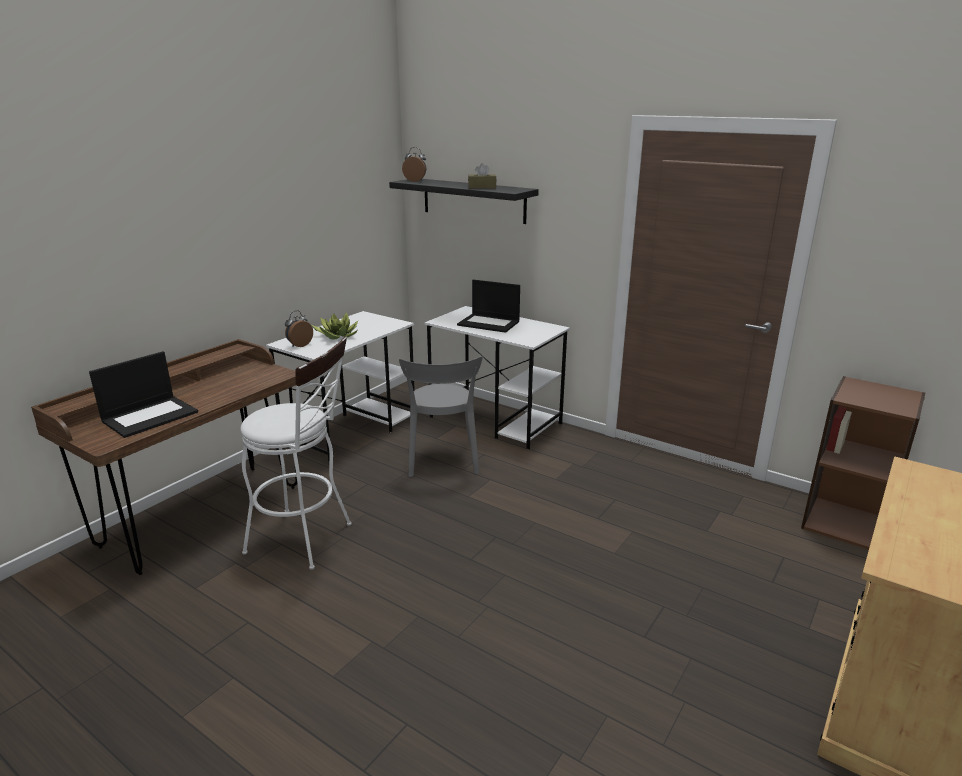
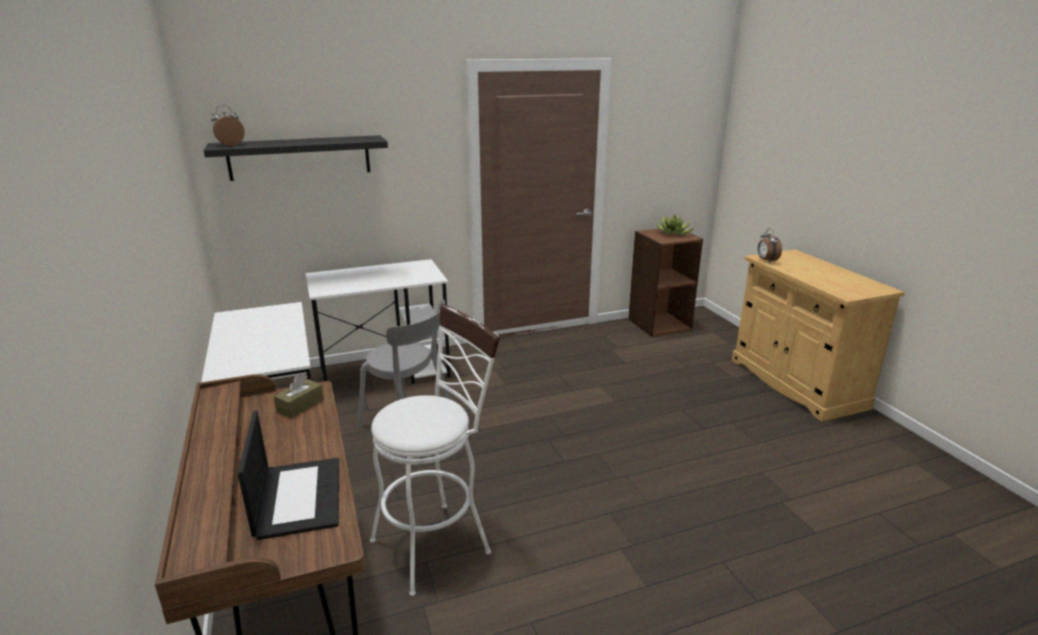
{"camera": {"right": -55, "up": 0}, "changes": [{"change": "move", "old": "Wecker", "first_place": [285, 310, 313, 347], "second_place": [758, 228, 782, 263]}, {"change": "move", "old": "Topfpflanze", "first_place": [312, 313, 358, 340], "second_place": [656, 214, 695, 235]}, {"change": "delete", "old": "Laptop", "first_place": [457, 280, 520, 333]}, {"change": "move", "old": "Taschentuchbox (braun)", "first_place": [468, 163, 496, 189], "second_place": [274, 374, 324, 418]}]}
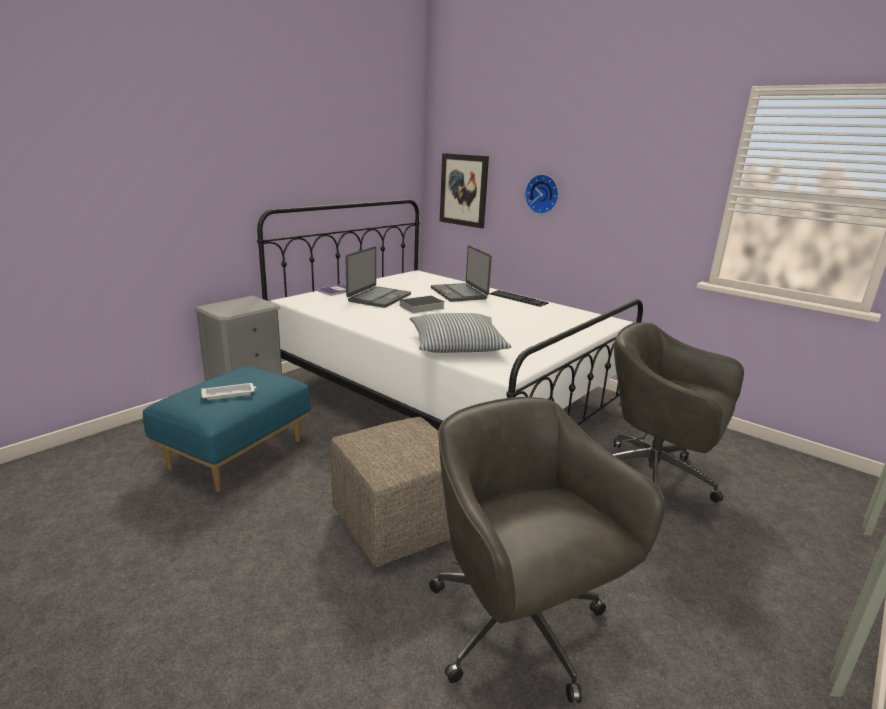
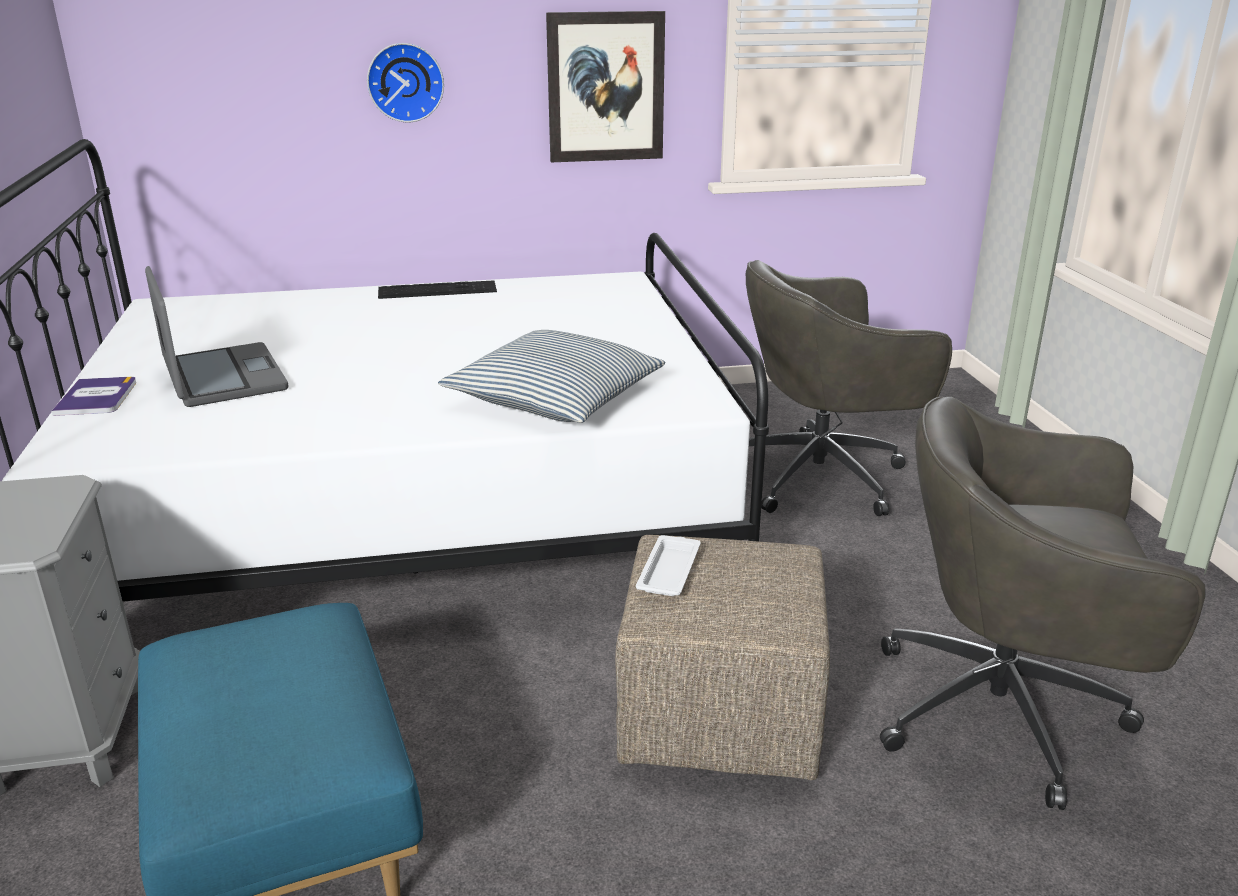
{"camera": {"right": -50, "up": 5}, "changes": [{"change": "move", "old": "Tablett (weiß)", "first_place": [201, 383, 256, 400], "second_place": [636, 535, 701, 596]}, {"change": "delete", "old": "Buch", "first_place": [396, 296, 445, 313]}, {"change": "delete", "old": "Laptop", "first_place": [431, 245, 492, 302]}, {"change": "move", "old": "Bild", "first_place": [440, 153, 489, 228], "second_place": [546, 11, 665, 162]}]}
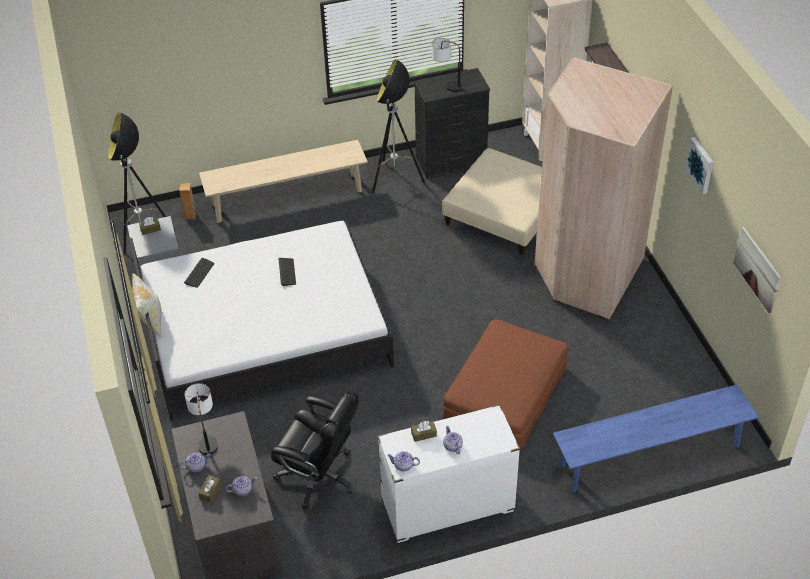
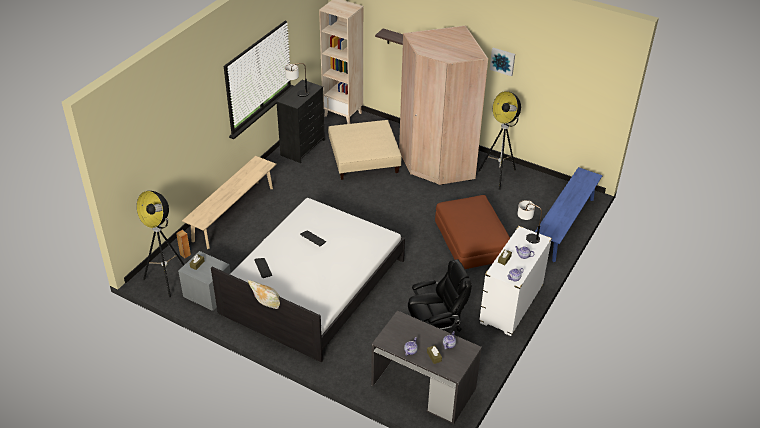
{"camera": {"right": -45, "up": -5}, "changes": [{"change": "move", "old": "Tischlampe", "first_place": [184, 383, 218, 455], "second_place": [517, 200, 542, 244]}, {"change": "move", "old": "Stehlampe", "first_place": [372, 59, 425, 193], "second_place": [478, 91, 521, 190]}, {"change": "delete", "old": "Bild", "first_place": [733, 227, 781, 313]}]}
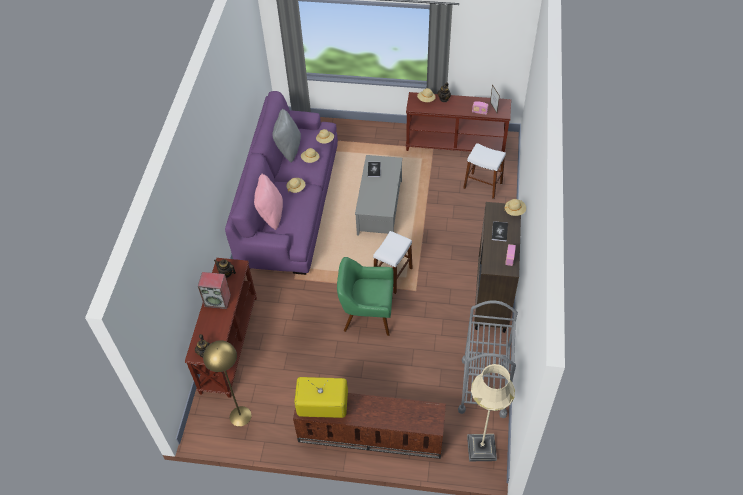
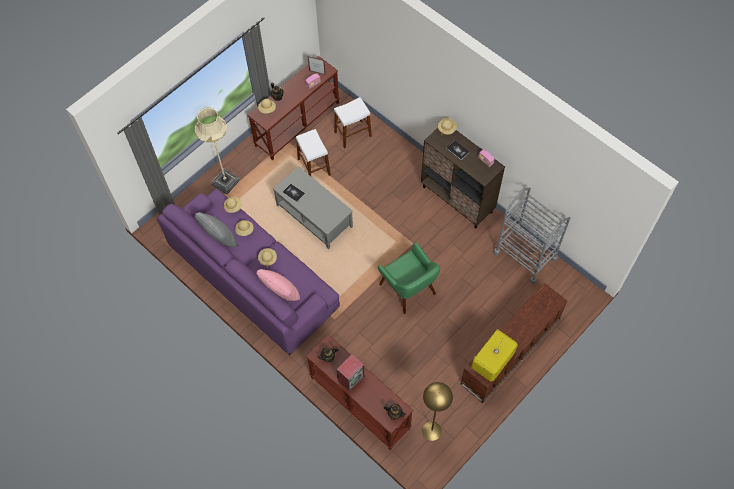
{"camera": {"right": -55, "up": 10}, "changes": [{"change": "rotate", "old": "Sessel (grün)", "first_place": [337, 257, 394, 336], "second_place": [378, 242, 440, 314], "degrees": -75}, {"change": "move", "old": "Hocker (weiß)", "first_place": [373, 231, 413, 294], "second_place": [296, 129, 331, 176]}, {"change": "move", "old": "Stehlampe (beige)", "first_place": [467, 364, 515, 461], "second_place": [195, 108, 240, 194]}]}
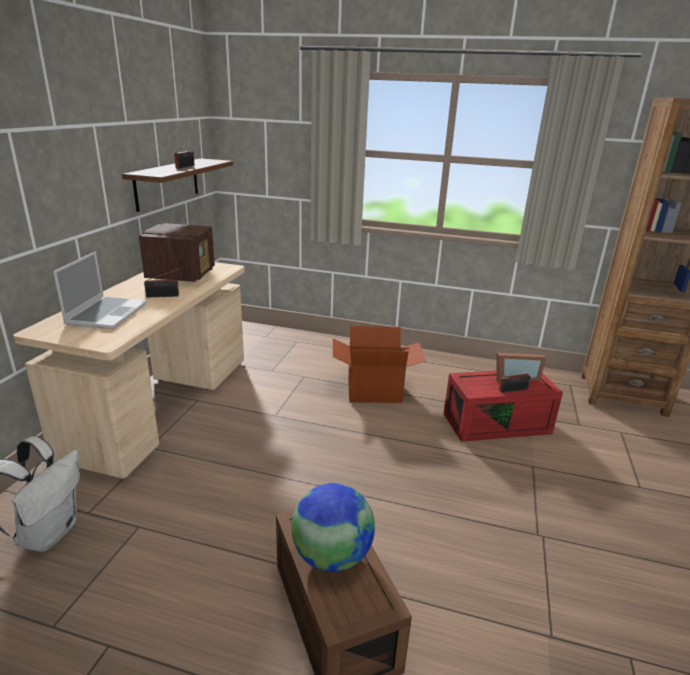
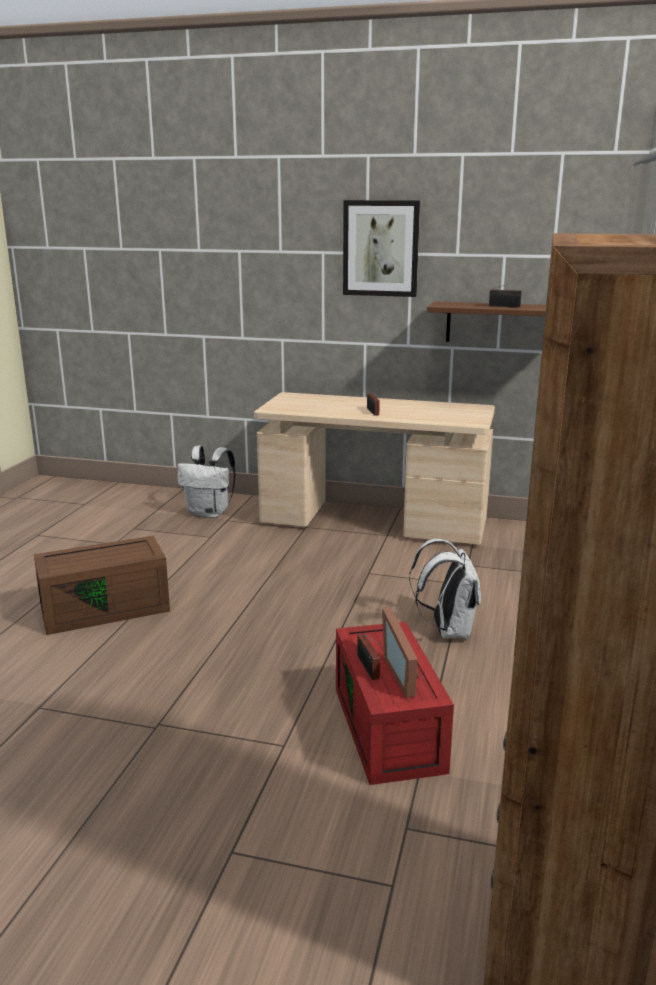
{"camera": {"right": 90, "up": -5}, "changes": [{"change": "delete", "old": "Laptop", "first_place": [53, 251, 147, 329]}, {"change": "delete", "old": "Radio", "first_place": [139, 223, 215, 282]}, {"change": "delete", "old": "Globus", "first_place": [291, 483, 375, 572]}, {"change": "replace", "old": "Karton", "new": "Rucksack (weiß)", "first_place": [333, 326, 426, 403], "second_place": [409, 539, 481, 639]}, {"change": "insert", "new": "Bild", "second_place": [343, 200, 420, 297]}]}
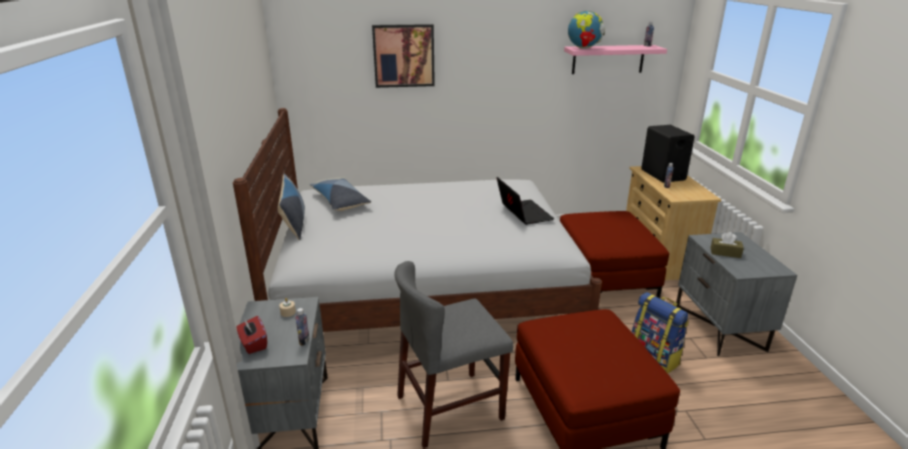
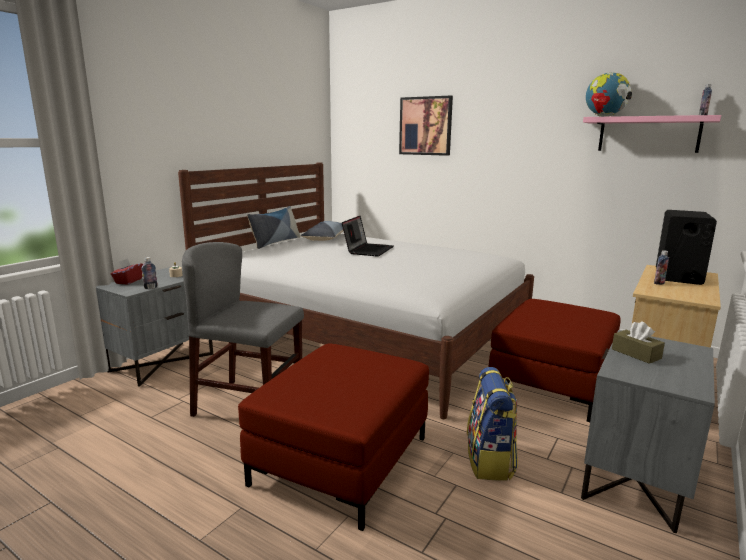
{"camera": {"right": 40, "up": -10}, "changes": [{"change": "move", "old": "Laptop", "first_place": [497, 177, 554, 225], "second_place": [342, 216, 394, 257]}]}
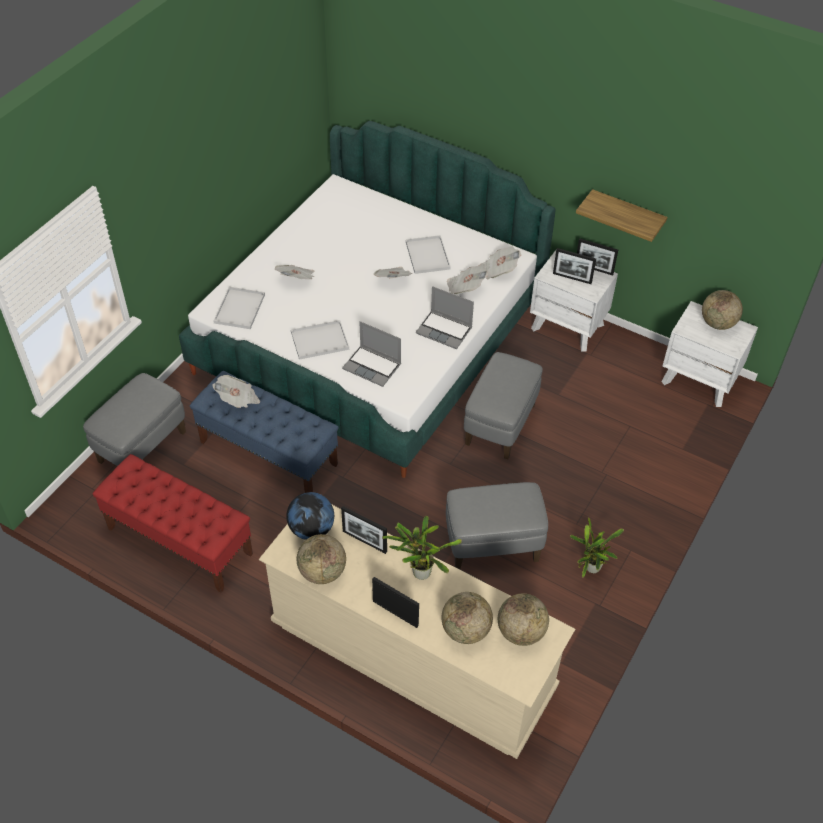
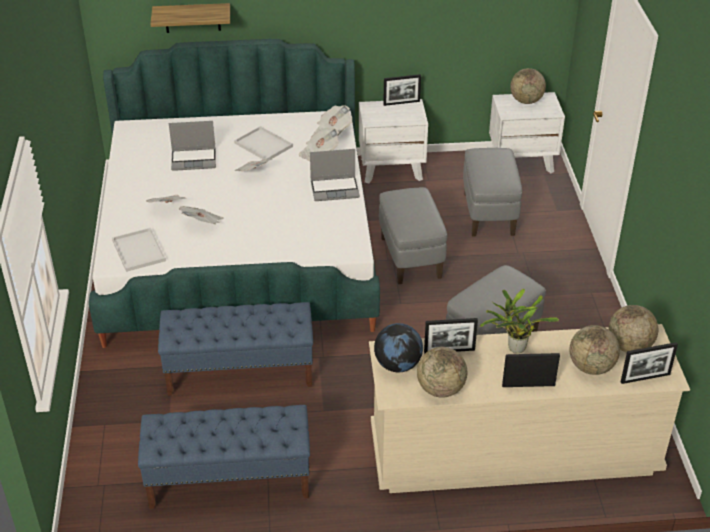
{"camera": {"right": -35, "up": -10}, "changes": [{"change": "move", "old": "Polsterhocker (grau)", "first_place": [83, 373, 186, 466], "second_place": [463, 148, 522, 236]}, {"change": "recolor", "old": "Bank (rot)", "new": "Bank (blau)", "first_place": [93, 454, 253, 593], "second_place": [138, 405, 310, 509]}, {"change": "move", "old": "Zeitung", "first_place": [212, 375, 260, 408], "second_place": [179, 206, 224, 224]}, {"change": "delete", "old": "Tablett (weiß)", "first_place": [291, 320, 349, 360]}, {"change": "move", "old": "Laptop", "first_place": [342, 321, 401, 387], "second_place": [169, 121, 216, 171]}, {"change": "move", "old": "Bilderrahmen", "first_place": [553, 248, 596, 284], "second_place": [621, 342, 678, 384]}, {"change": "delete", "old": "Topfpflanze", "first_place": [570, 517, 624, 578]}, {"change": "move", "old": "Wandregal", "first_place": [576, 189, 667, 242], "second_place": [150, 3, 230, 33]}]}
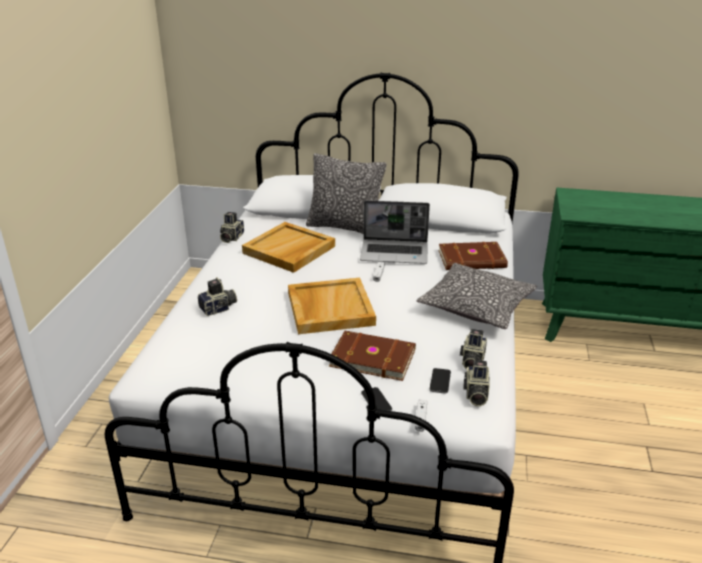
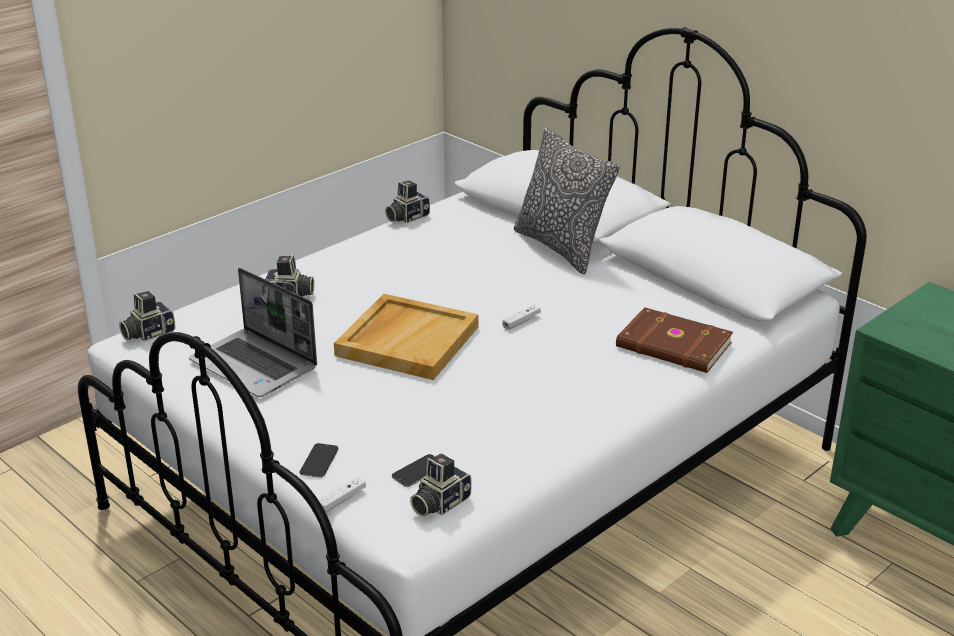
{"camera": {"right": 35, "up": 0}, "changes": [{"change": "delete", "old": "Tablett (beige)", "first_place": [242, 222, 335, 273]}, {"change": "delete", "old": "Buch (braun)", "first_place": [329, 331, 416, 381]}, {"change": "move", "old": "Laptop", "first_place": [360, 200, 430, 264], "second_place": [189, 268, 317, 397]}, {"change": "delete", "old": "Kissen", "first_place": [417, 263, 537, 329]}, {"change": "move", "old": "Kamera", "first_place": [460, 329, 487, 370], "second_place": [119, 291, 175, 342]}]}
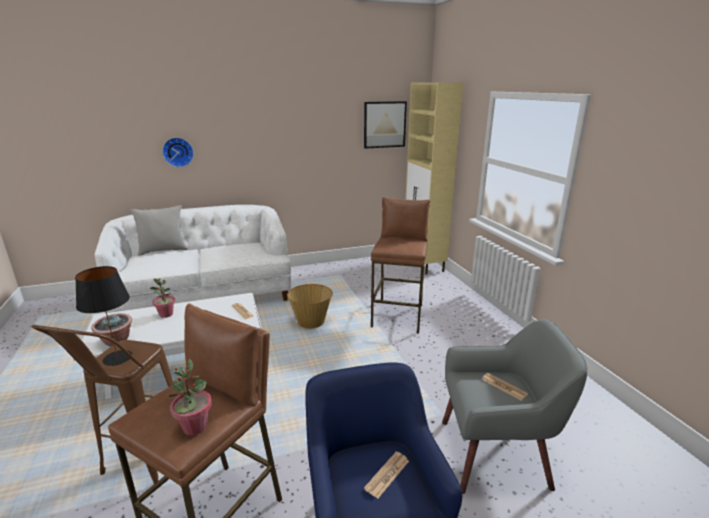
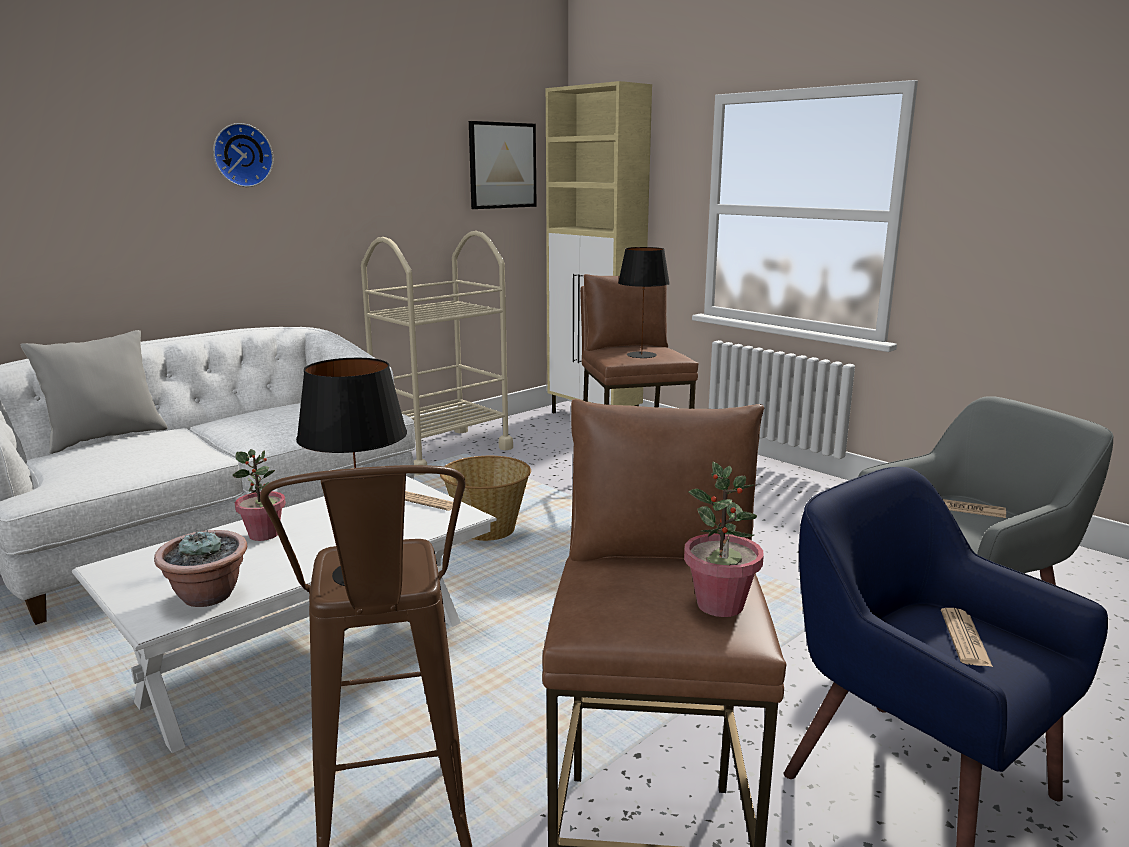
{"camera": {"right": -25, "up": -5}, "changes": [{"change": "move", "old": "Wanduhr", "first_place": [162, 137, 194, 167], "second_place": [213, 123, 273, 187]}, {"change": "insert", "new": "Rollwagen (beige)", "second_place": [361, 231, 513, 475]}, {"change": "insert", "new": "Tischlampe (schwarz)", "second_place": [618, 247, 670, 358]}]}
